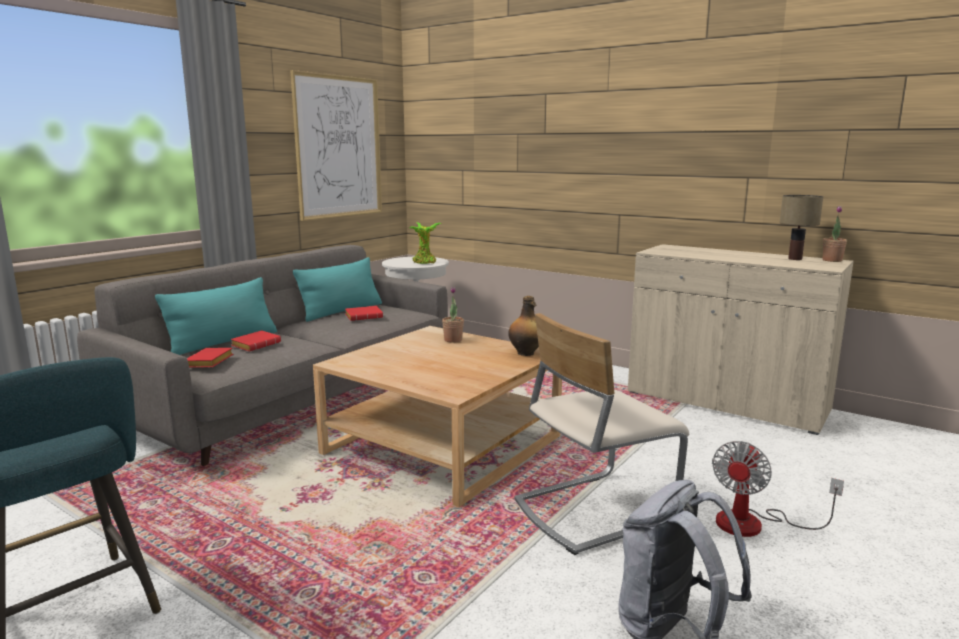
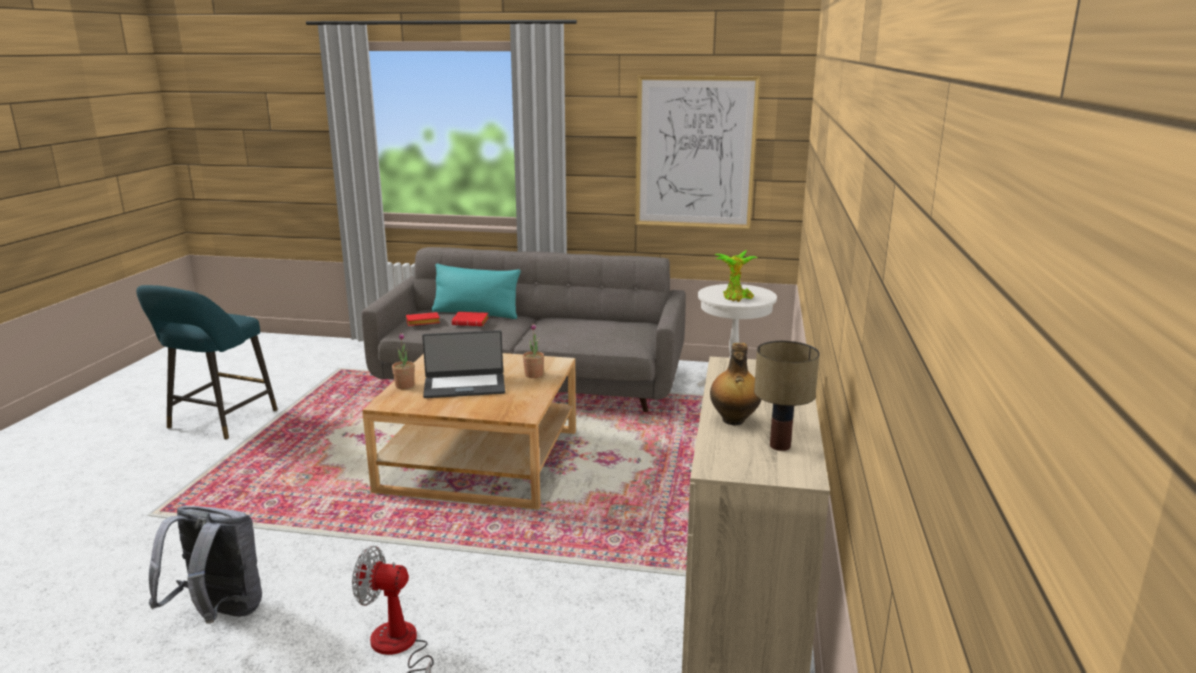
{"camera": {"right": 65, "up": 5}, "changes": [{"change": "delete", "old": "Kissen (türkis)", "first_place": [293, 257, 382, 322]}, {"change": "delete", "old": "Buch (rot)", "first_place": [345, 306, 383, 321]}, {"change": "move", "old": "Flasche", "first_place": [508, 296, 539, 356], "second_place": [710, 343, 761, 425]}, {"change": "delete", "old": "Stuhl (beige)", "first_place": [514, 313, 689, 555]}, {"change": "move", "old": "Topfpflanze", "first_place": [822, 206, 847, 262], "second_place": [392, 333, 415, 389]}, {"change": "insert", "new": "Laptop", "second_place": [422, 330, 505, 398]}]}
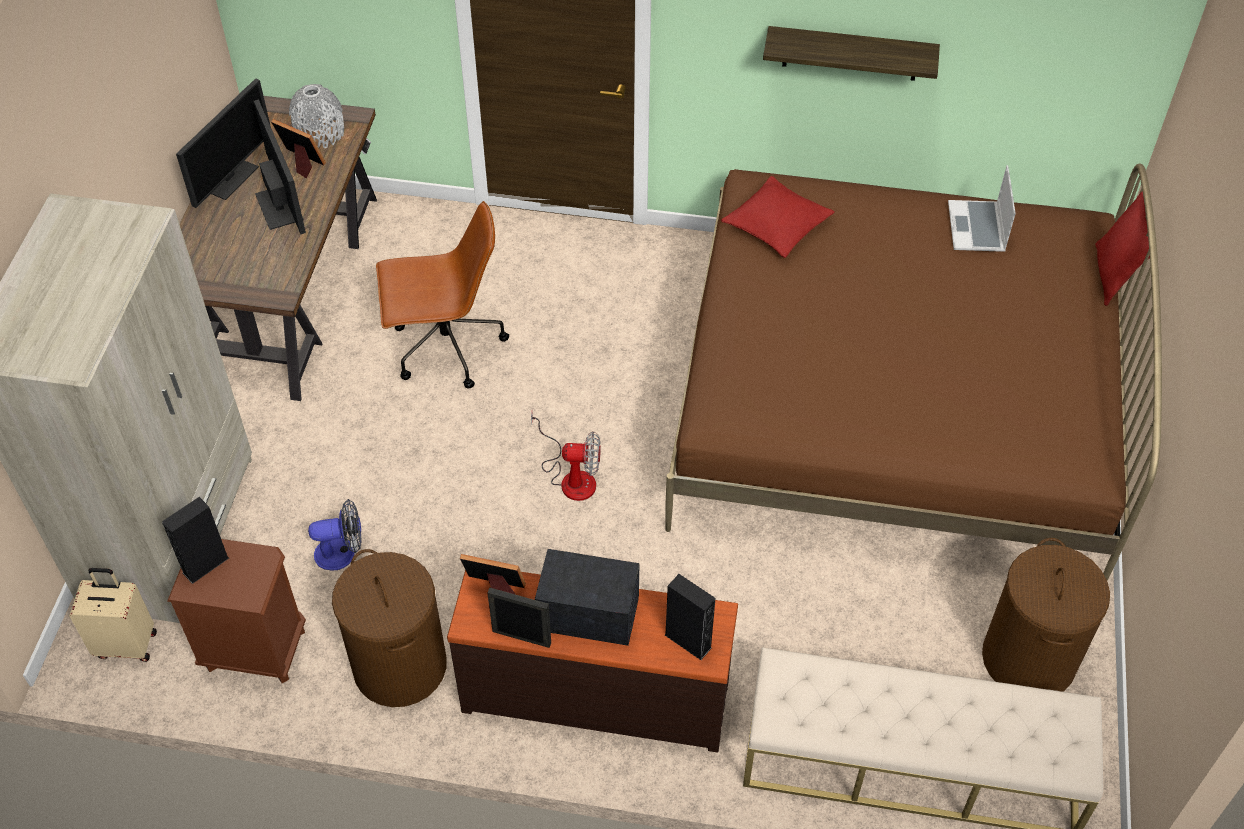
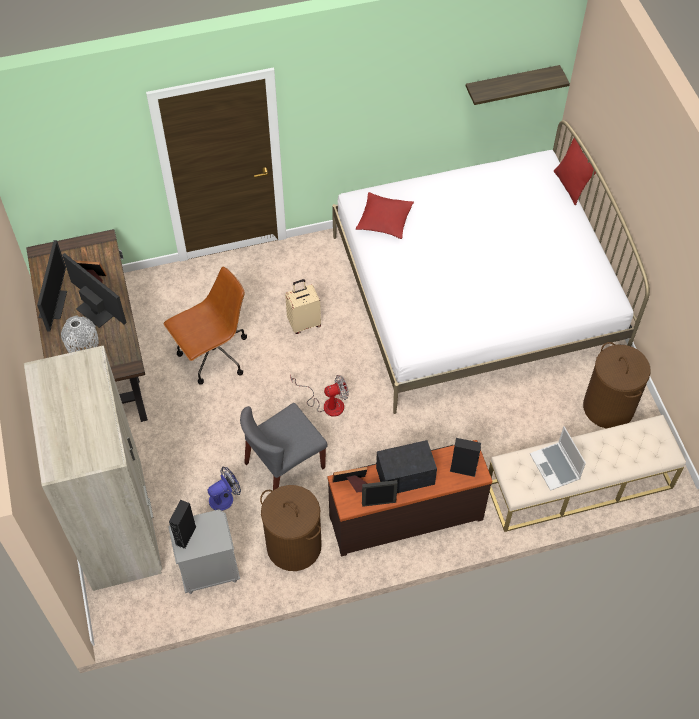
{"camera": {"right": -25, "up": 5}, "changes": [{"change": "move", "old": "Koffer (beige)", "first_place": [69, 568, 157, 662], "second_place": [285, 279, 321, 334]}, {"change": "recolor", "old": "Nachttisch (braun)", "new": "Nachttisch (grau)", "first_place": [167, 539, 306, 683], "second_place": [168, 509, 240, 594]}, {"change": "move", "old": "Vase (grau)", "first_place": [289, 84, 344, 148], "second_place": [61, 315, 99, 353]}, {"change": "recolor", "old": "Bett (braun)", "new": "Bett (weiß)", "first_place": [665, 164, 1162, 580], "second_place": [332, 120, 650, 414]}, {"change": "move", "old": "Wandregal", "first_place": [763, 26, 940, 81], "second_place": [466, 65, 570, 105]}, {"change": "move", "old": "Laptop", "first_place": [948, 165, 1016, 252], "second_place": [530, 426, 586, 491]}, {"change": "insert", "new": "Stuhl (grau)", "second_place": [240, 403, 327, 490]}]}
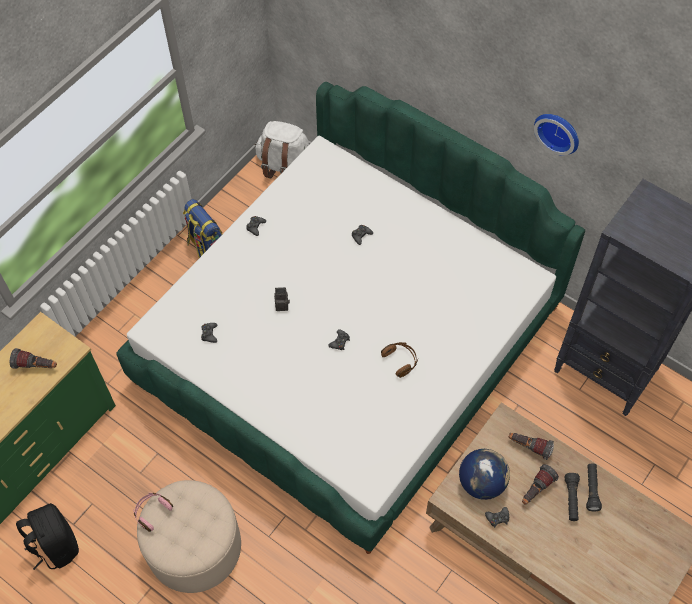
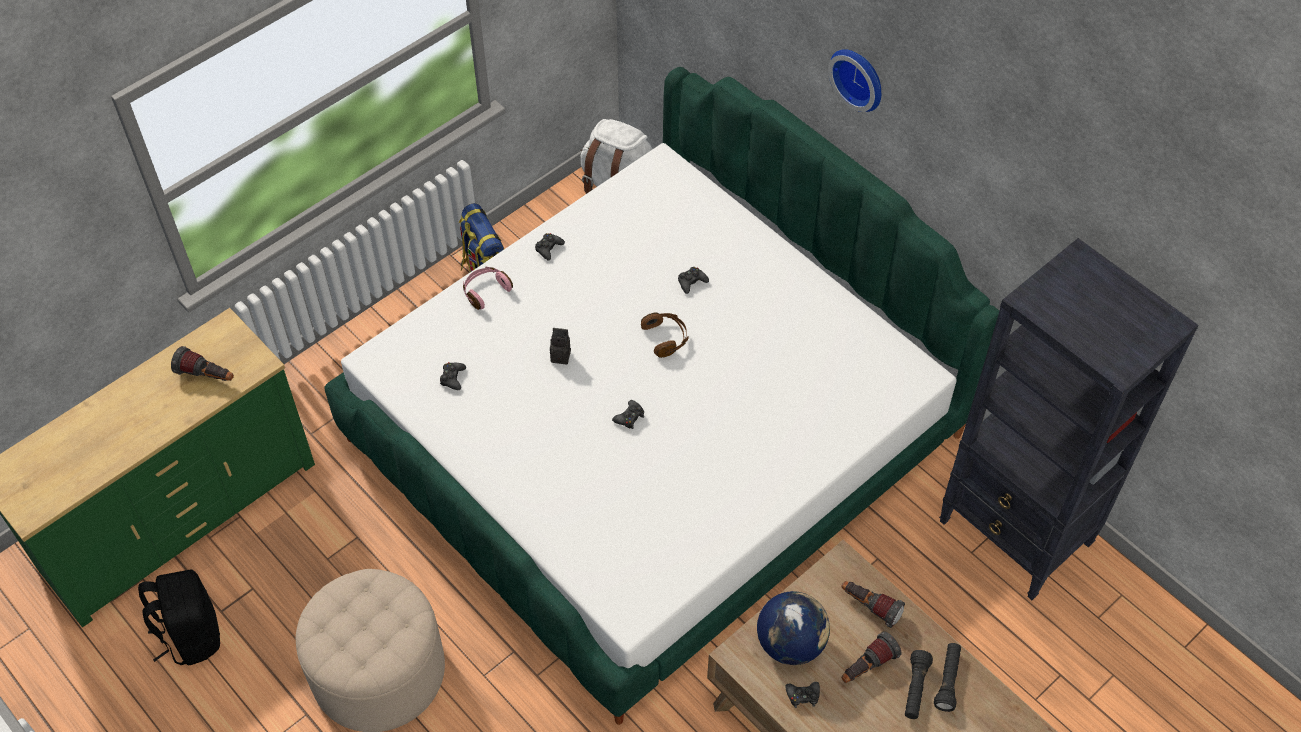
{"camera": {"right": 10, "up": -5}, "changes": [{"change": "move", "old": "Kopfhörer (rosa)", "first_place": [133, 493, 173, 532], "second_place": [463, 267, 513, 310]}, {"change": "move", "old": "Kopfhörer (braun)", "first_place": [381, 342, 418, 378], "second_place": [641, 312, 689, 358]}, {"change": "move", "old": "Wanduhr", "first_place": [534, 114, 579, 156], "second_place": [828, 49, 881, 112]}]}
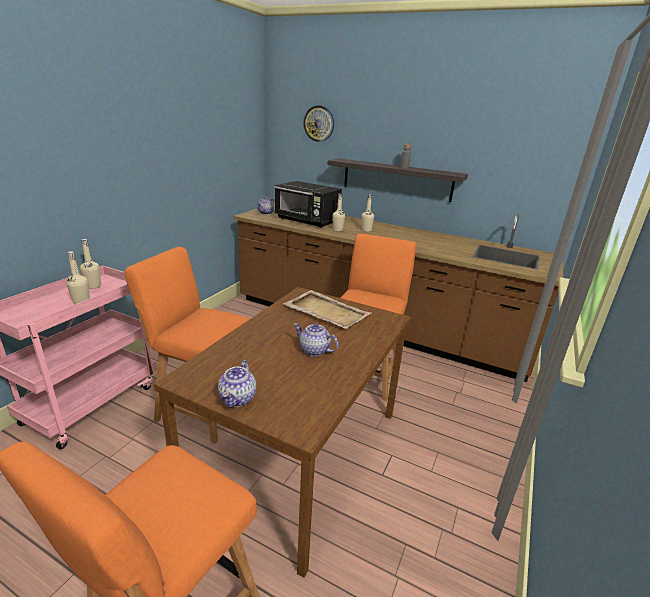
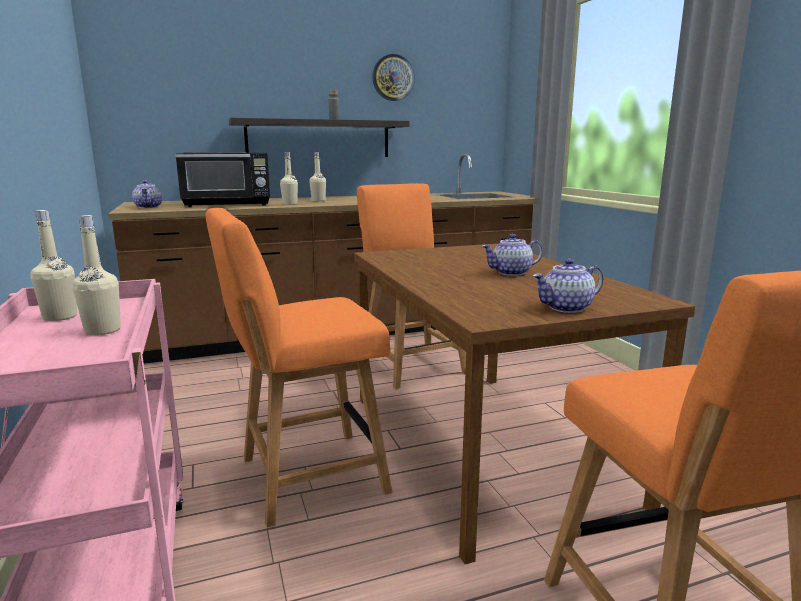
{"camera": {"right": -45, "up": -10}, "changes": [{"change": "rotate", "old": "Teekanne", "first_place": [218, 360, 256, 408], "second_place": [533, 259, 603, 313], "degrees": 105}, {"change": "delete", "old": "Tablett (beige)", "first_place": [283, 290, 372, 329]}, {"change": "move", "old": "Wanduhr", "first_place": [303, 105, 334, 142], "second_place": [372, 54, 415, 101]}]}
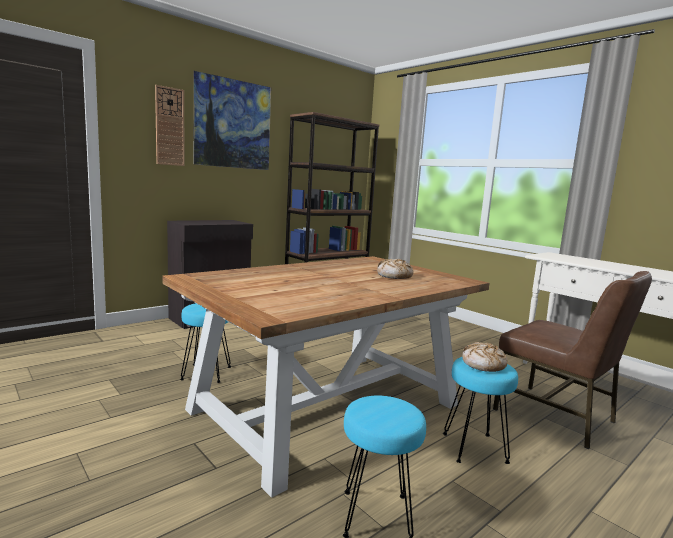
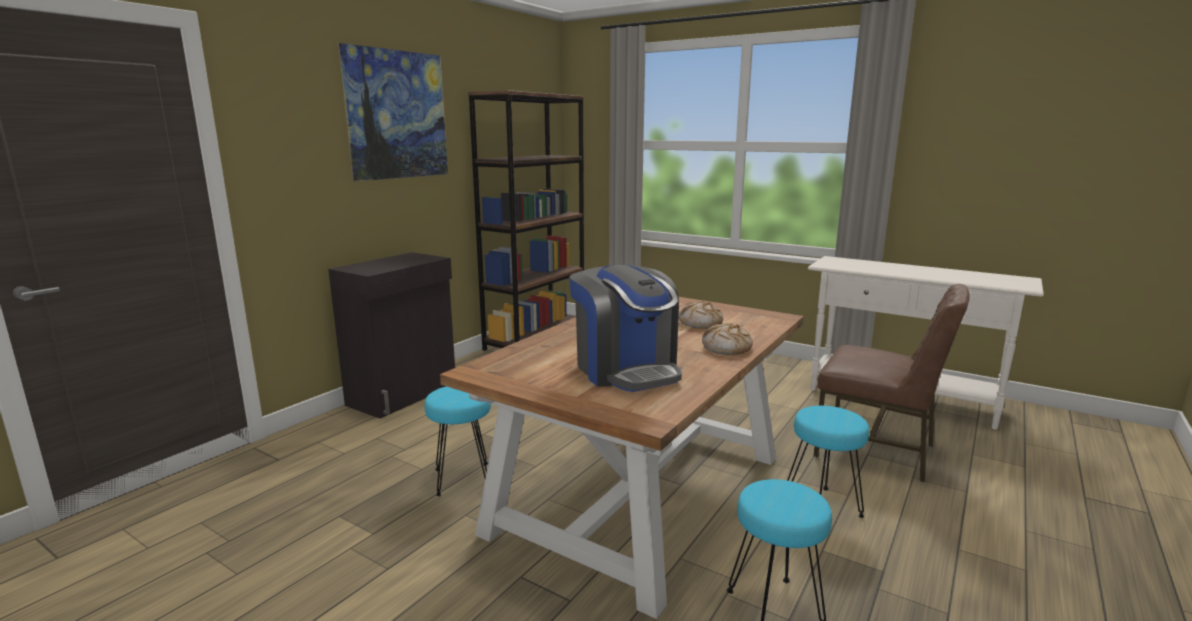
{"camera": {"right": -15, "up": 5}, "changes": [{"change": "delete", "old": "Wanduhr", "first_place": [155, 85, 185, 166]}, {"change": "move", "old": "Brot", "first_place": [462, 342, 508, 372], "second_place": [702, 323, 753, 355]}, {"change": "insert", "new": "Kaffeemaschine", "second_place": [569, 265, 682, 392]}]}
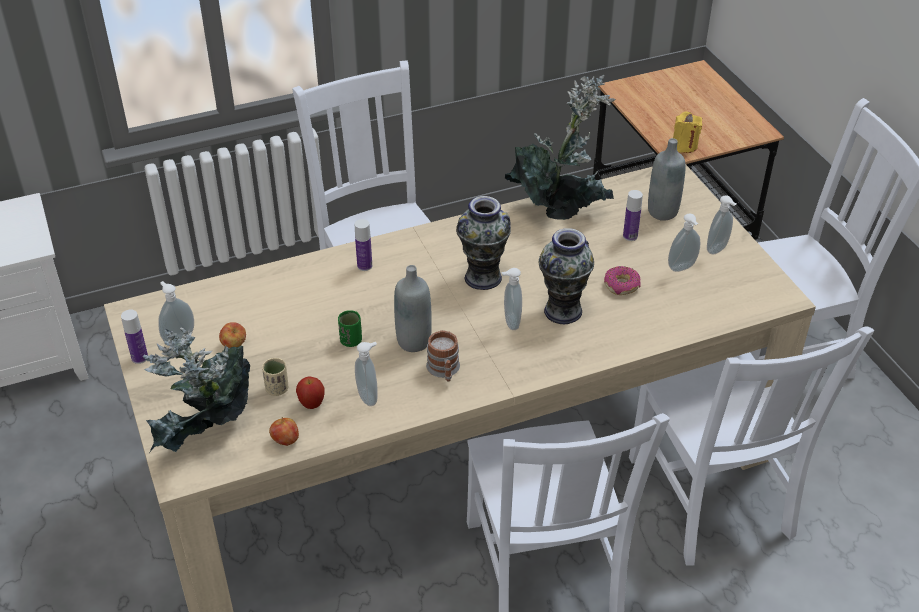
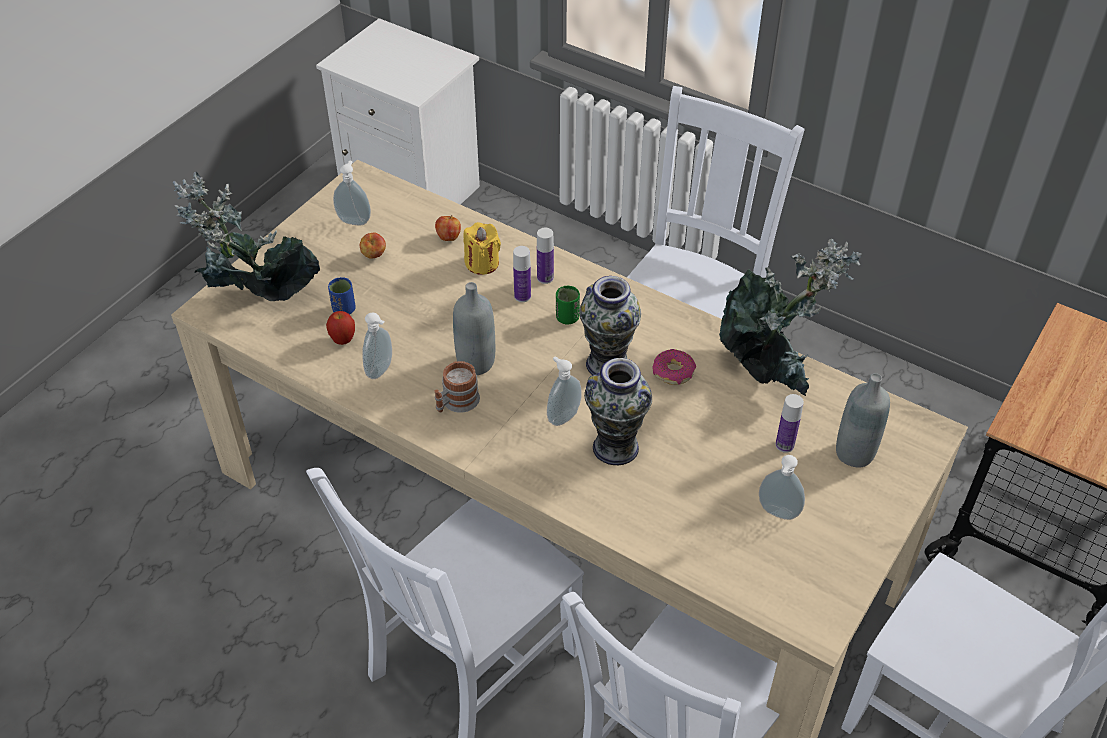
{"camera": {"right": 55, "up": 5}, "changes": [{"change": "move", "old": "Flasche", "first_place": [121, 310, 148, 364], "second_place": [513, 246, 531, 302]}, {"change": "recolor", "old": "Tasse (beige)", "new": "Tasse (blau)", "first_place": [262, 358, 288, 396], "second_place": [328, 277, 355, 314]}, {"change": "move", "old": "Apfel", "first_place": [269, 417, 299, 446], "second_place": [435, 215, 461, 241]}, {"change": "move", "old": "Tasse (grün)", "first_place": [338, 310, 362, 347], "second_place": [556, 286, 580, 324]}, {"change": "move", "old": "Donut", "first_place": [604, 266, 641, 295], "second_place": [652, 349, 696, 385]}, {"change": "move", "old": "Kerze (gelb)", "first_place": [673, 112, 702, 153], "second_place": [463, 222, 501, 275]}, {"change": "delete", "old": "Seifenspender", "first_place": [707, 195, 736, 255]}]}
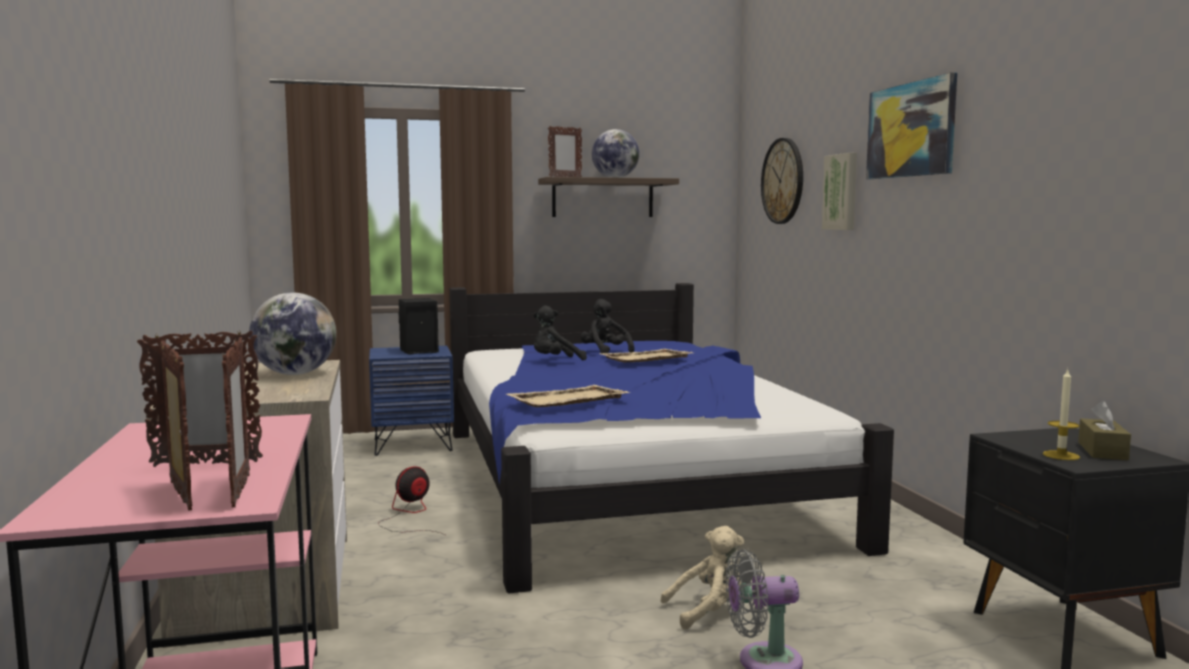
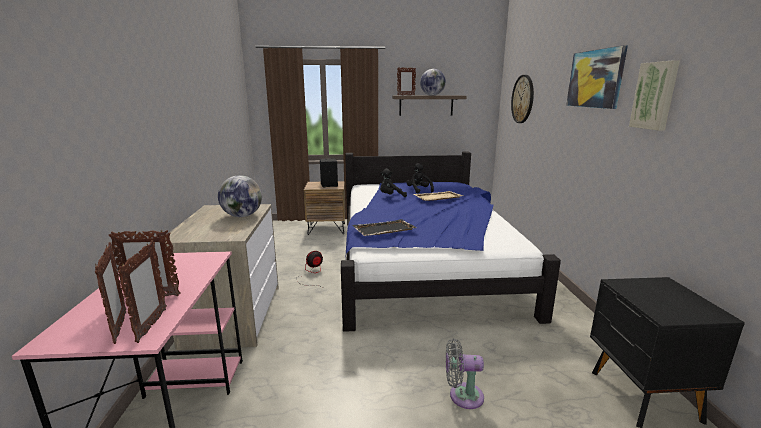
{"camera": {"right": 10, "up": 10}, "changes": [{"change": "recolor", "old": "Nachttisch (blau)", "new": "Nachttisch (braun)", "first_place": [369, 346, 454, 456], "second_place": [304, 181, 345, 235]}, {"change": "recolor", "old": "Tablett (beige)", "new": "Tablett (schwarz)", "first_place": [507, 385, 630, 407], "second_place": [352, 219, 417, 236]}, {"change": "delete", "old": "Plüschtier (beige)", "first_place": [661, 526, 744, 629]}, {"change": "move", "old": "Bild", "first_place": [822, 153, 857, 230], "second_place": [629, 60, 680, 131]}, {"change": "delete", "old": "Kerze", "first_place": [1043, 369, 1080, 460]}, {"change": "delete", "old": "Taschentuchbox (braun)", "first_place": [1078, 401, 1131, 460]}]}
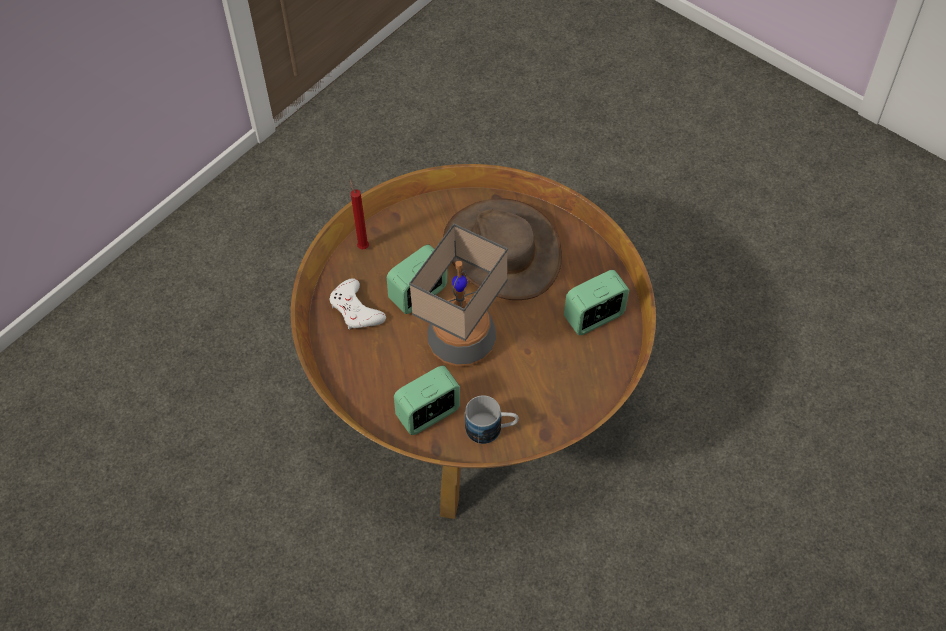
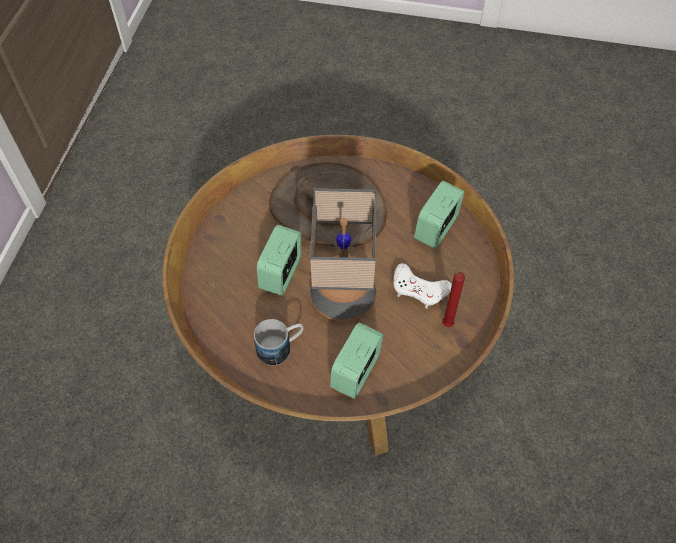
{"camera": {"right": -30, "up": 0}, "changes": [{"change": "move", "old": "Gamepad (weiß)", "first_place": [329, 278, 386, 330], "second_place": [393, 263, 452, 308]}, {"change": "move", "old": "Kerze (rot)", "first_place": [350, 180, 369, 250], "second_place": [442, 265, 465, 327]}, {"change": "move", "old": "Henkelbecher", "first_place": [465, 395, 519, 444], "second_place": [254, 319, 304, 365]}]}
